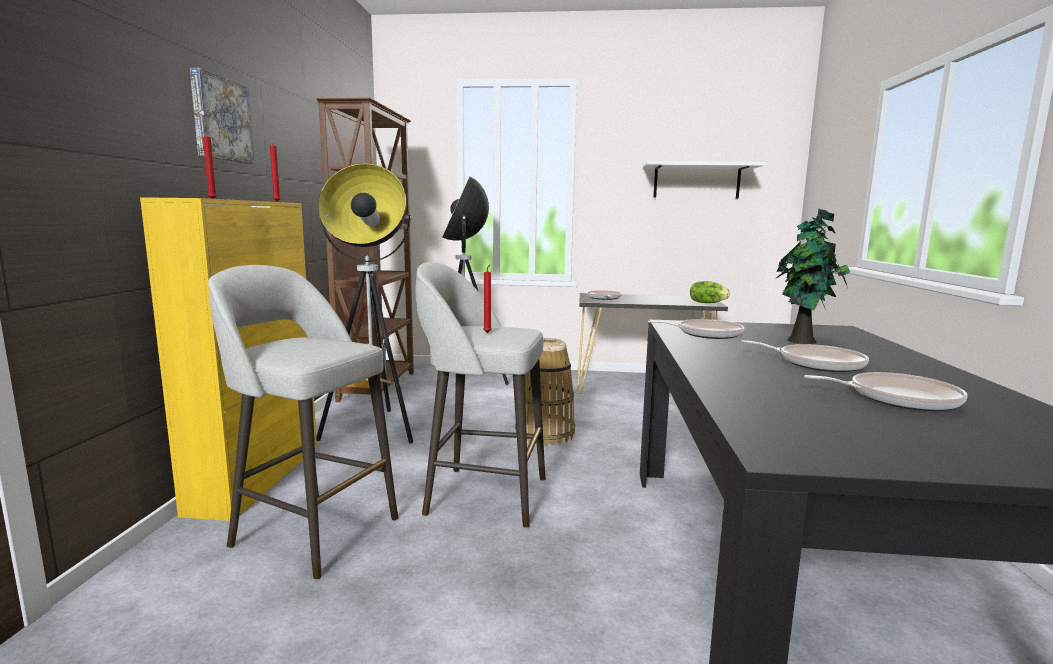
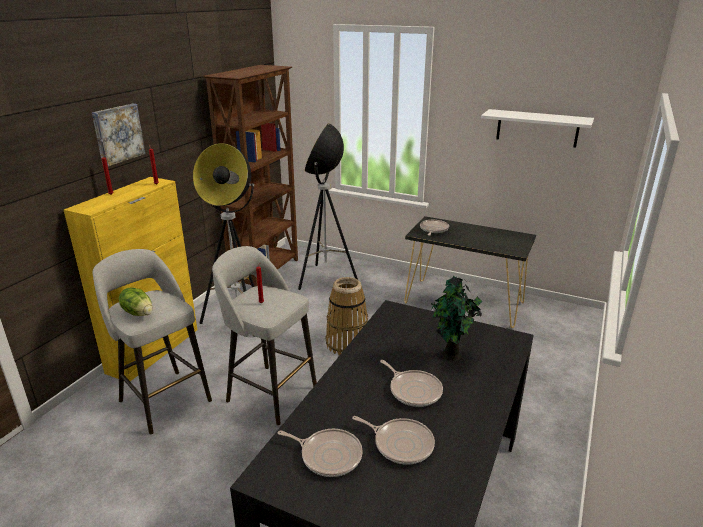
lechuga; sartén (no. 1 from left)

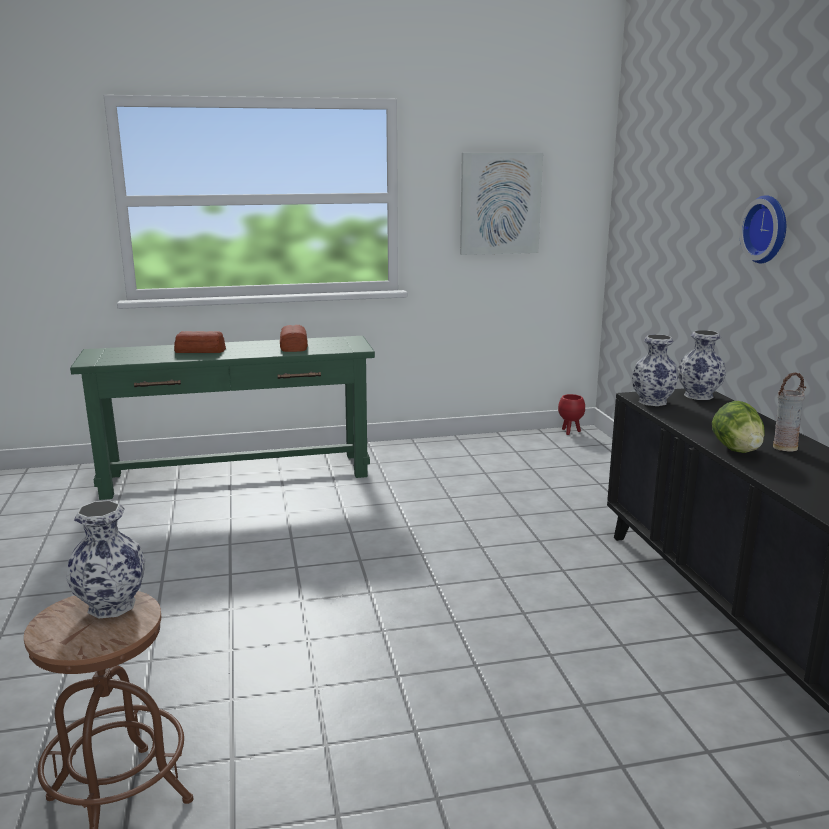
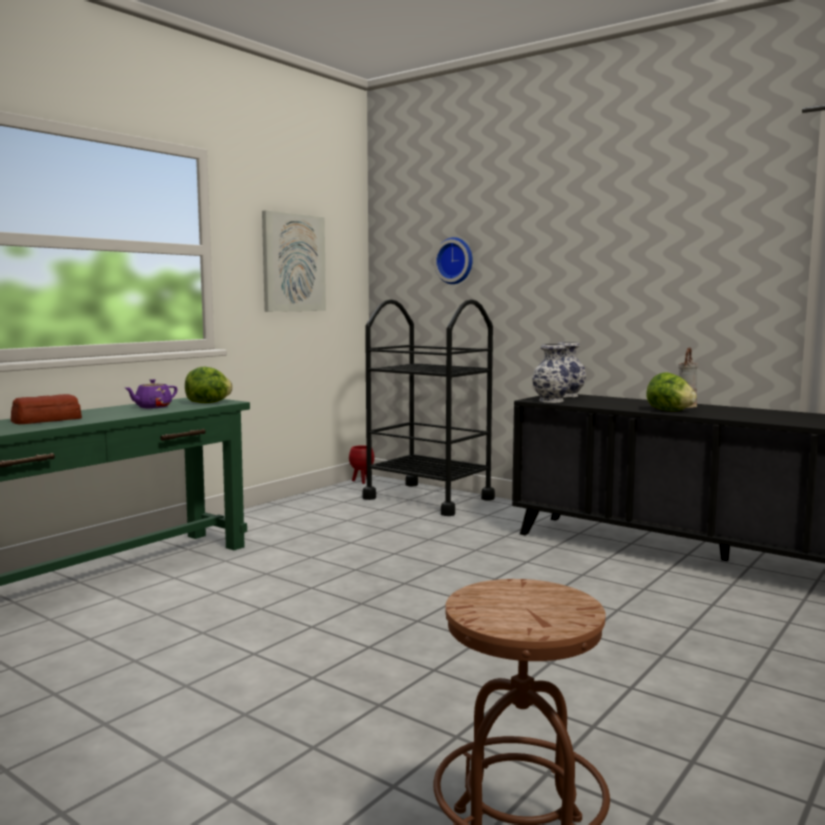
reloj de pared; tetera (morado); florero (no. 1 from left in the first image); carrito (negro); lechuga (no. 1 from left)

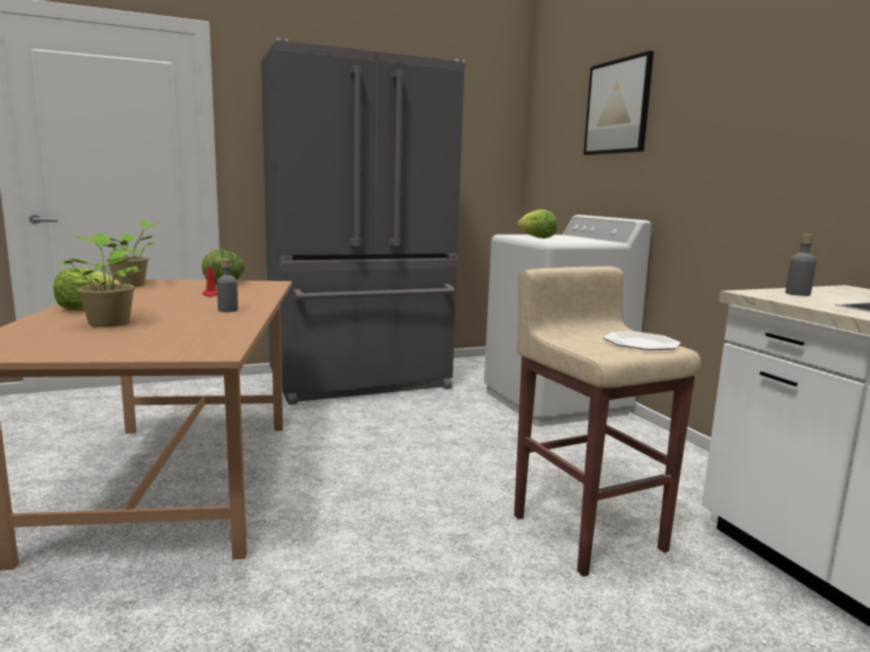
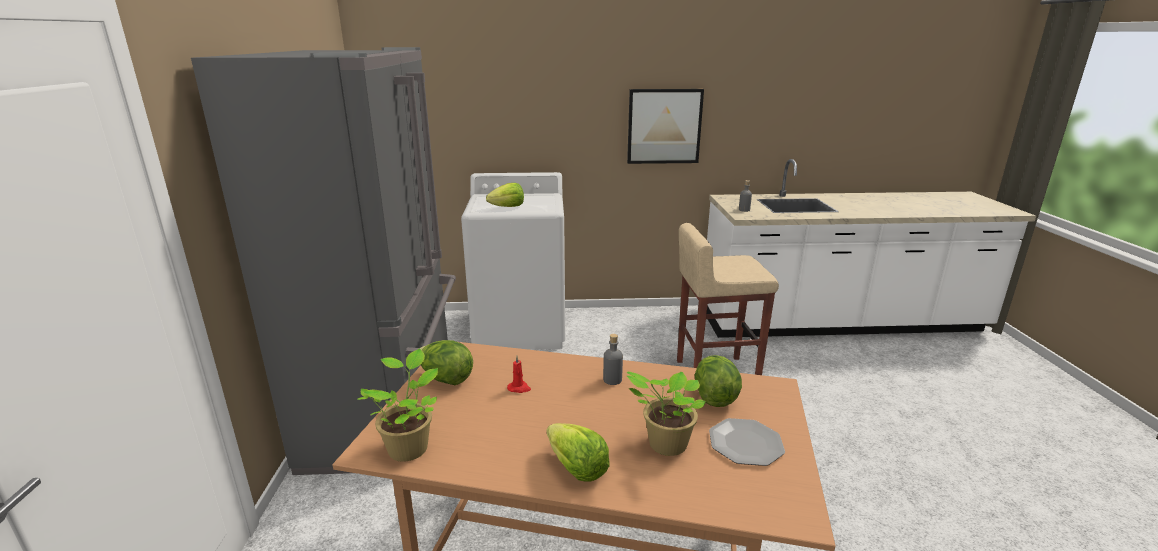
cuadro; plato; lechuga (no. 4 from left)

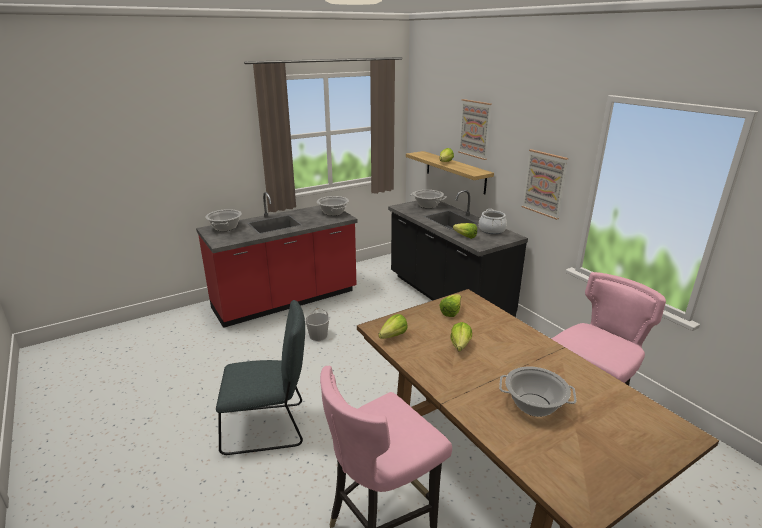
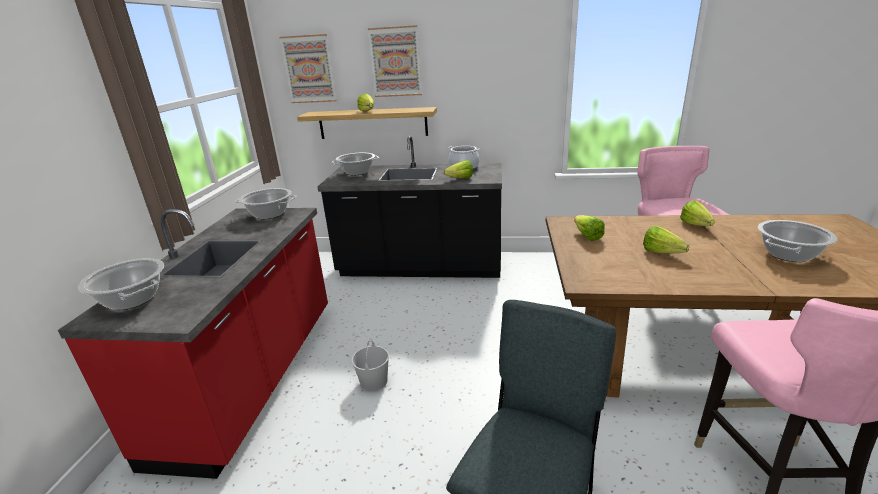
cuadro (no. 1 from left); lechuga (no. 5 from left)

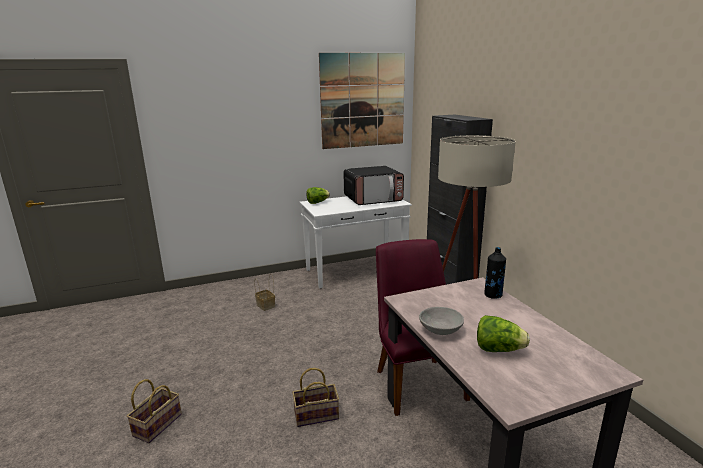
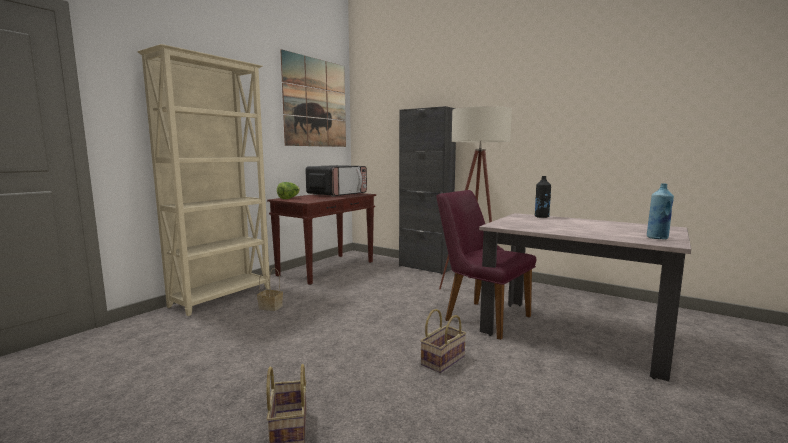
mesa consola (marrón); cuenco (gris); lechuga (no. 2 from left in the first image); estantería (beis); botella (azul)

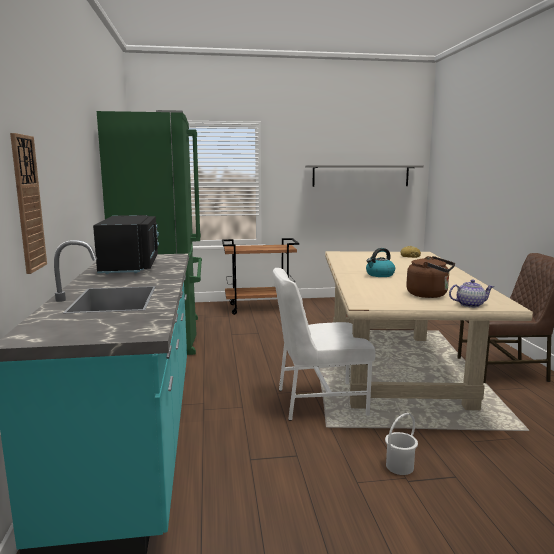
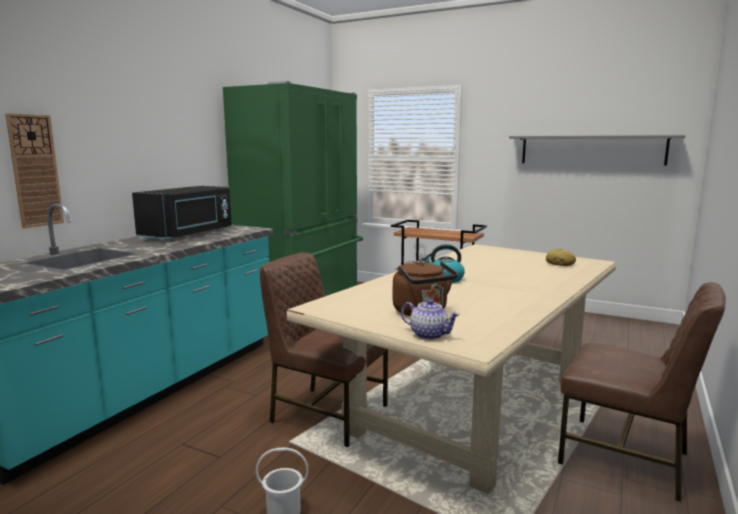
silla (marrón) (no. 1 from left)

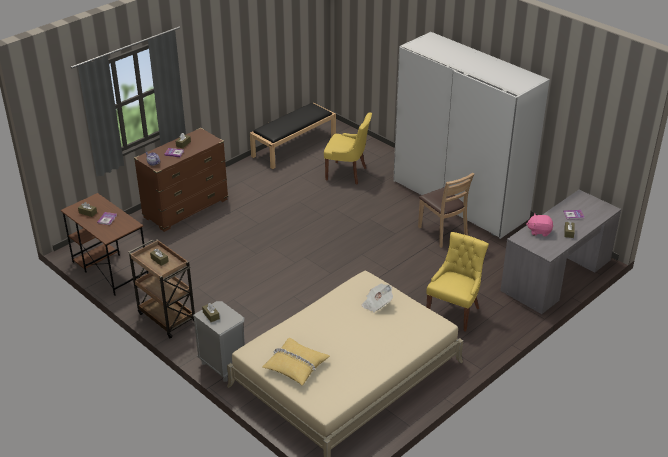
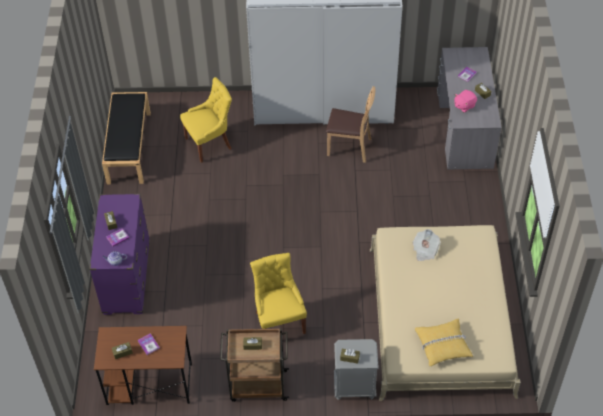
cómoda (morado); silla (amarillo) (no. 2 from left)

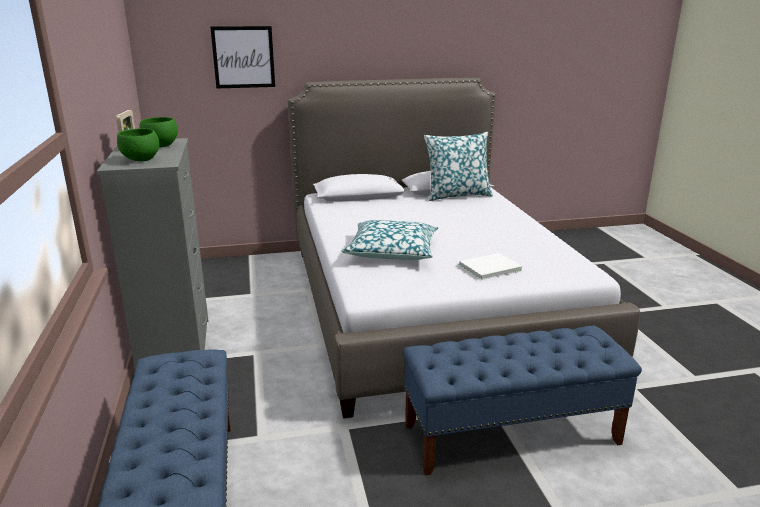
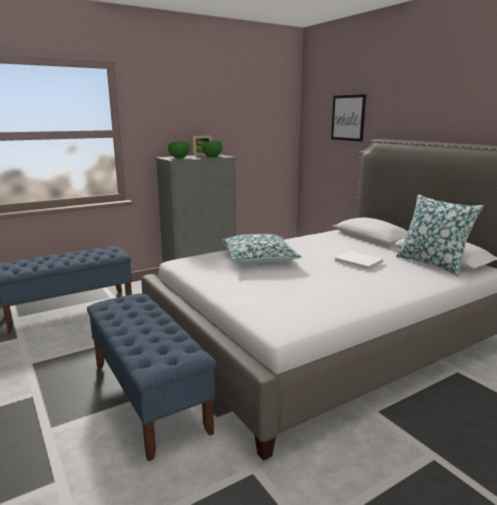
libro (blanco)

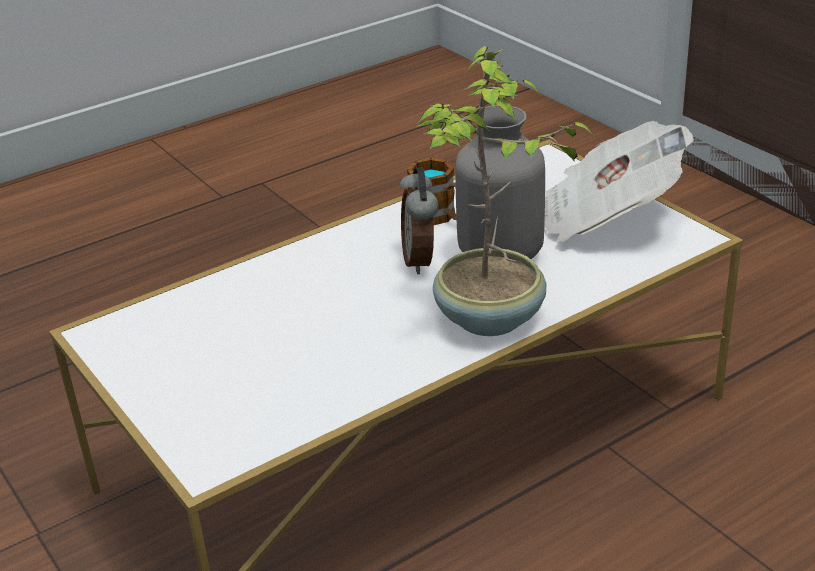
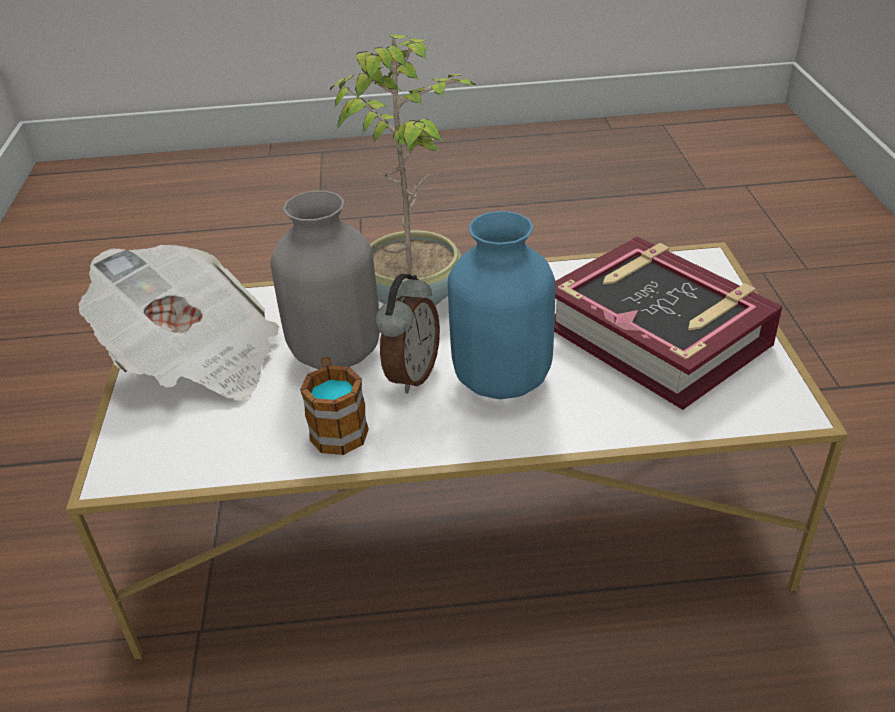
florero (azul); libro

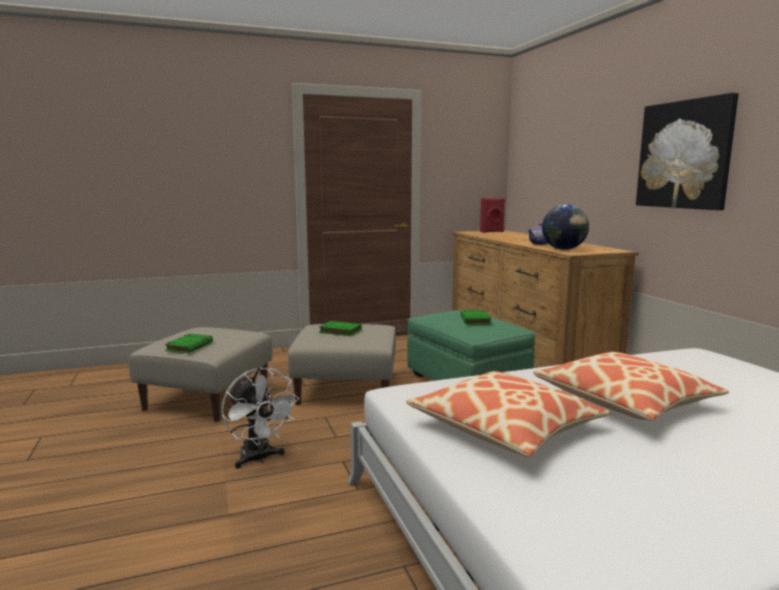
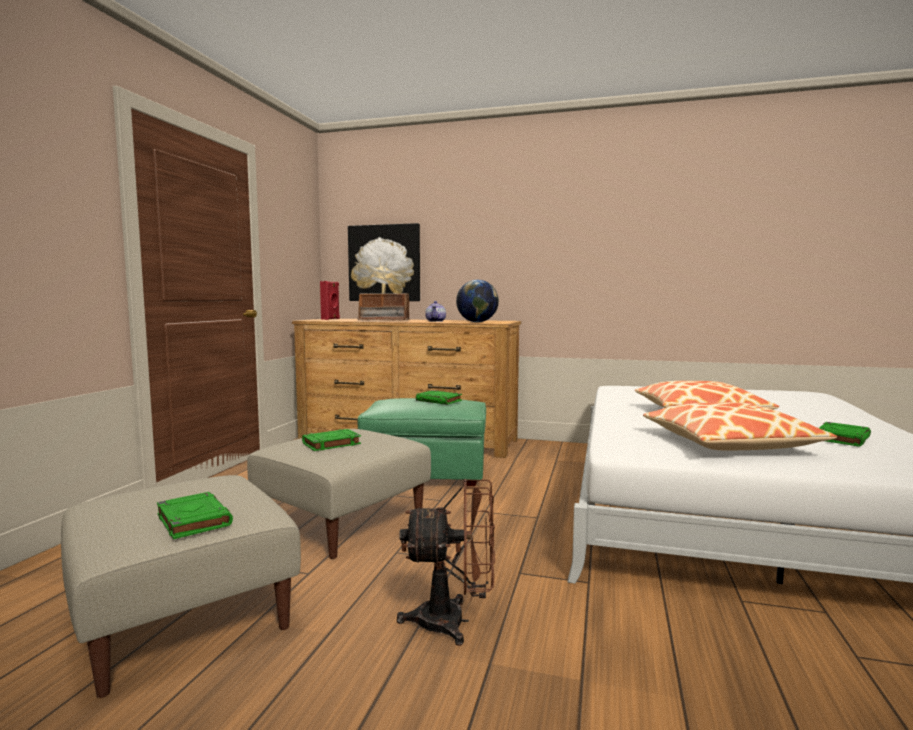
cuadro; ventilador (marrón); radio; libro (verde) (no. 4 from left)

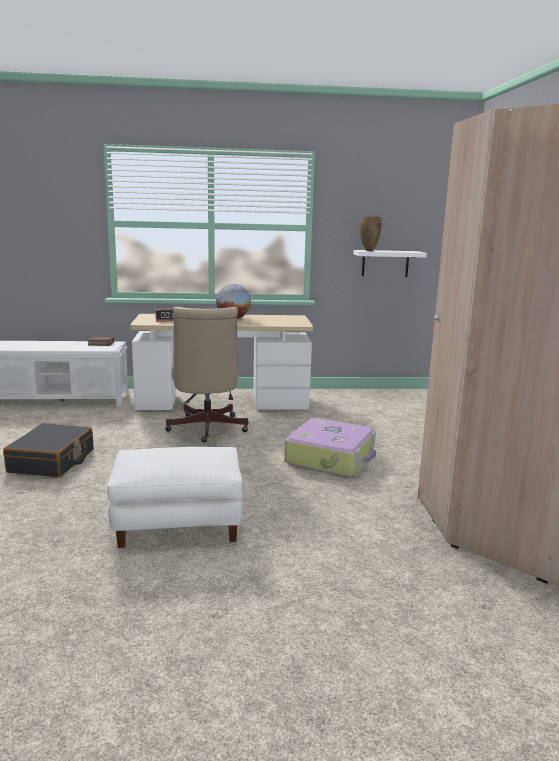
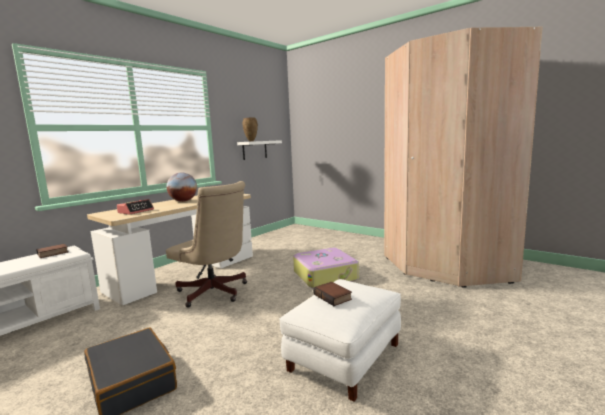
libro (no. 2 from left)

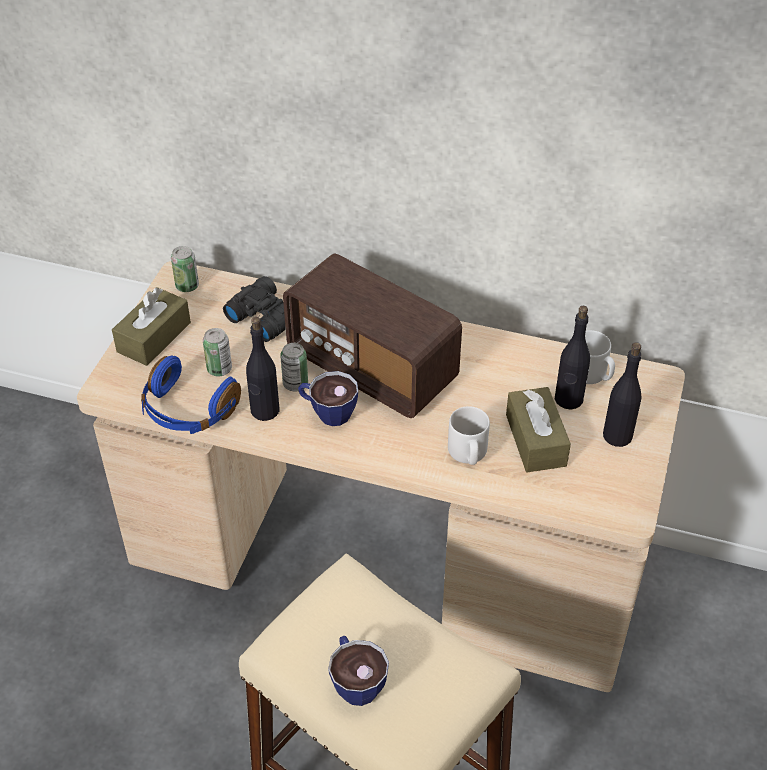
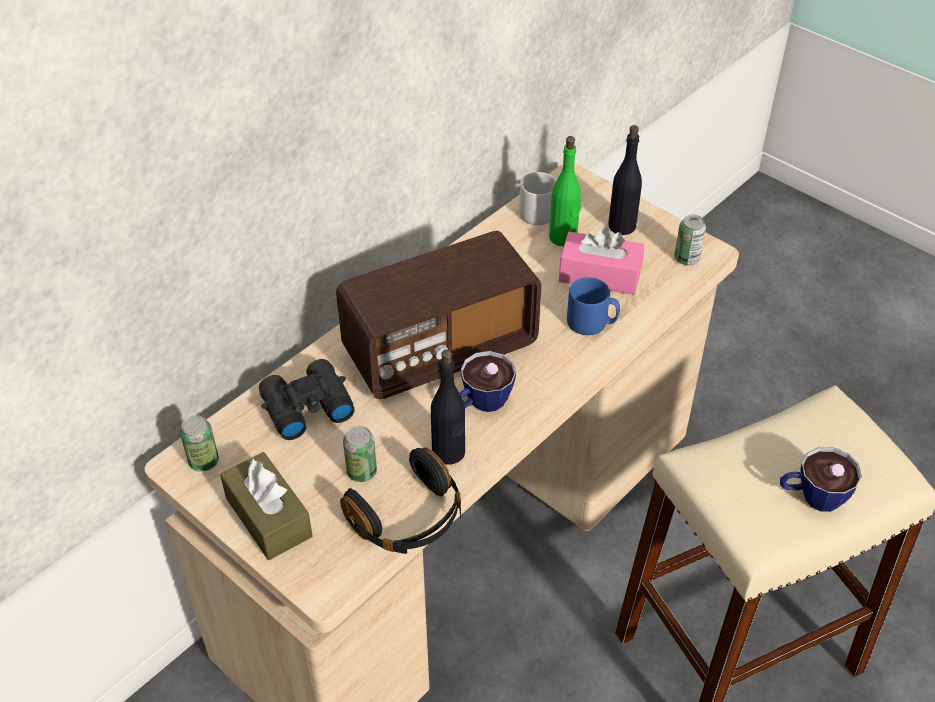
botella (verde); lata (no. 3 from left); auriculares (negro); caja de pañuelos (rosa); taza grande (azul)

